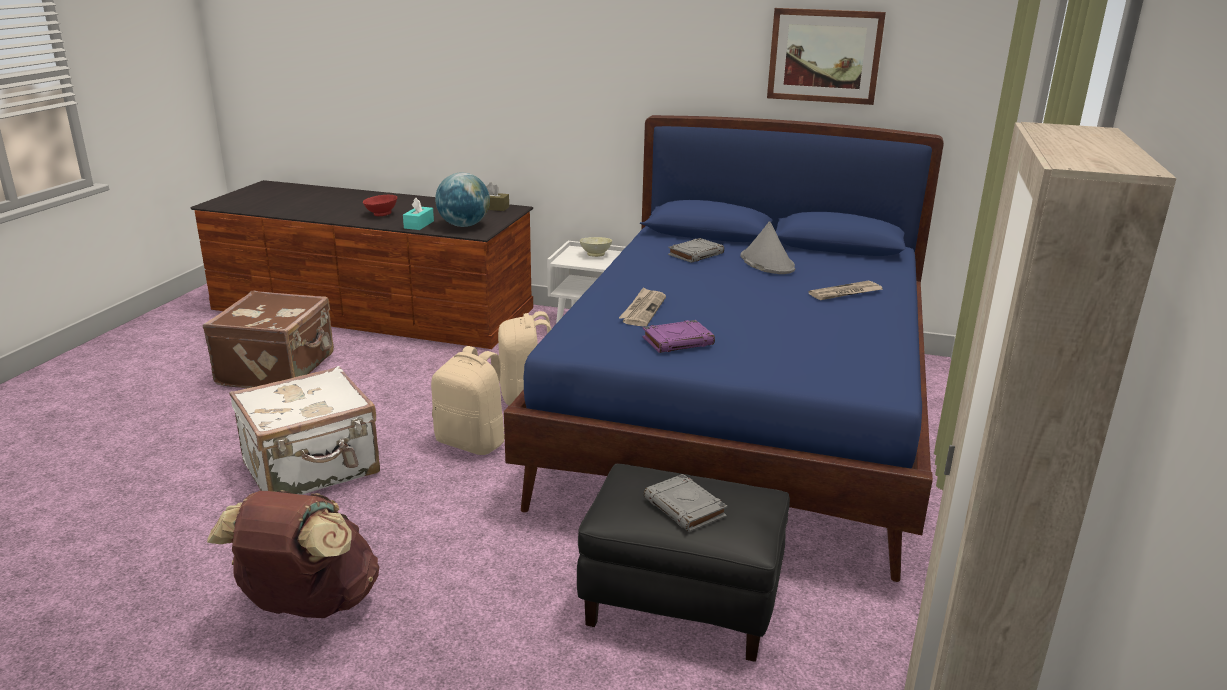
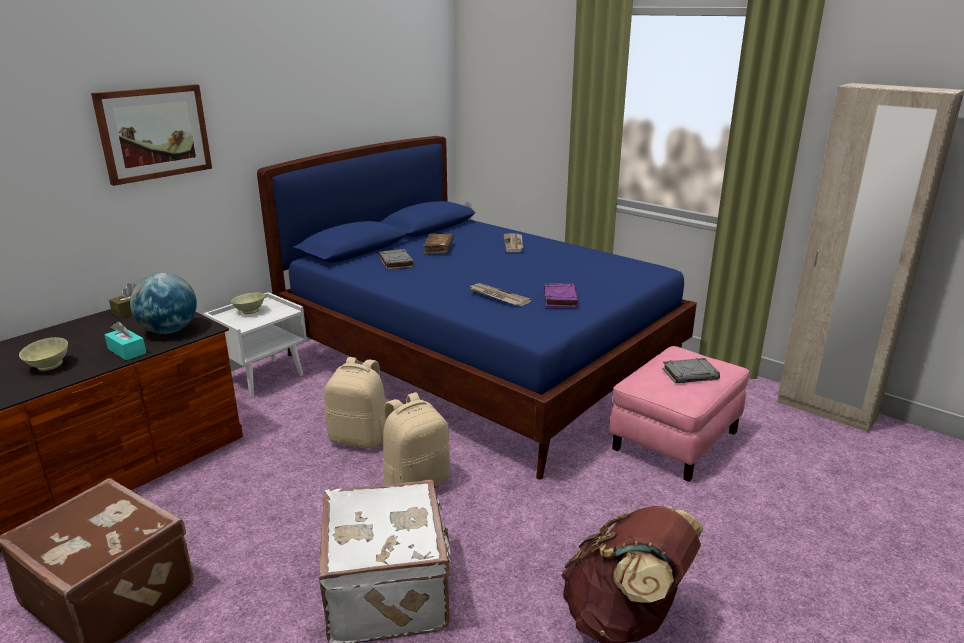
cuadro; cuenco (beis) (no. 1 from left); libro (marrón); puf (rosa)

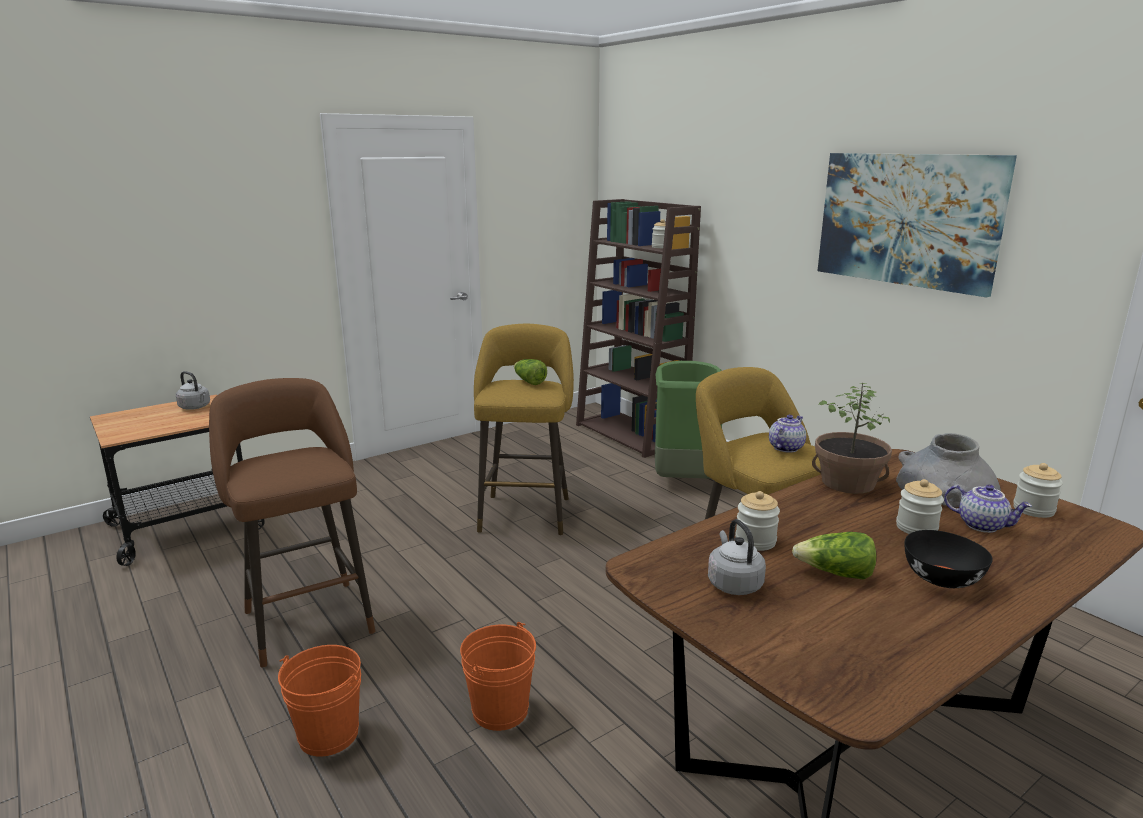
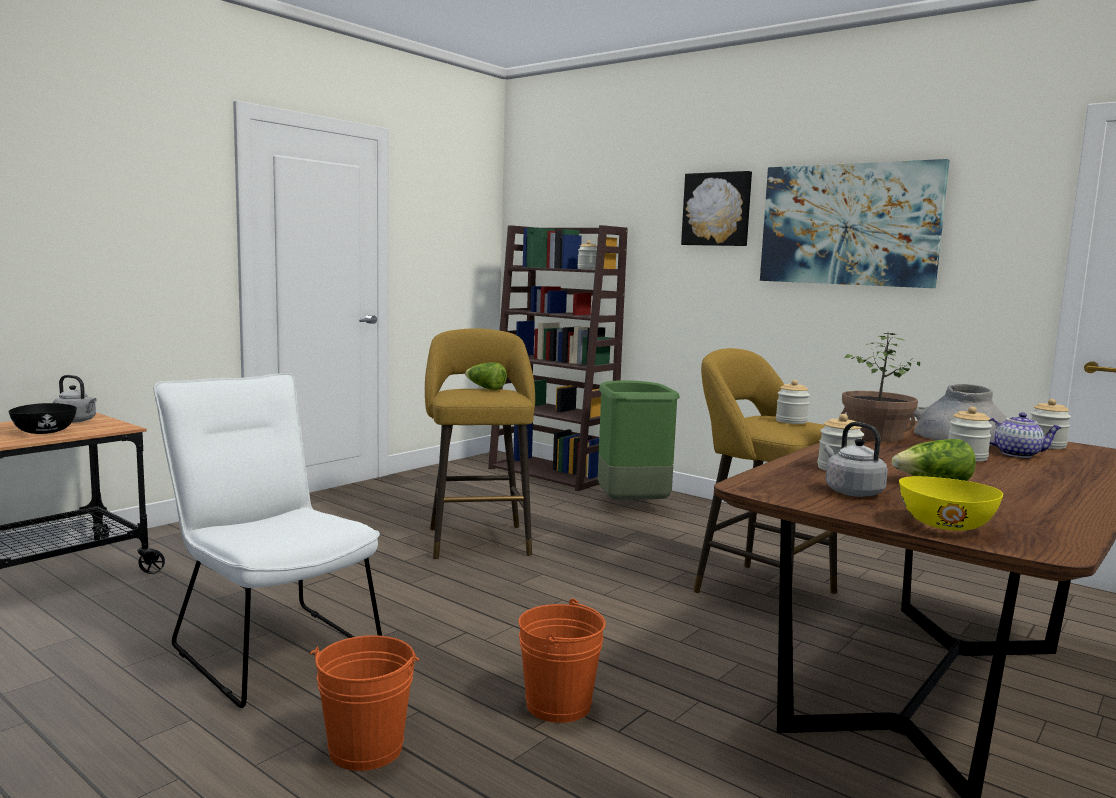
silla (blanco); tarro (no. 2 from left); cuenco (negro); cuadro (no. 1 from left); cuenco (amarillo)

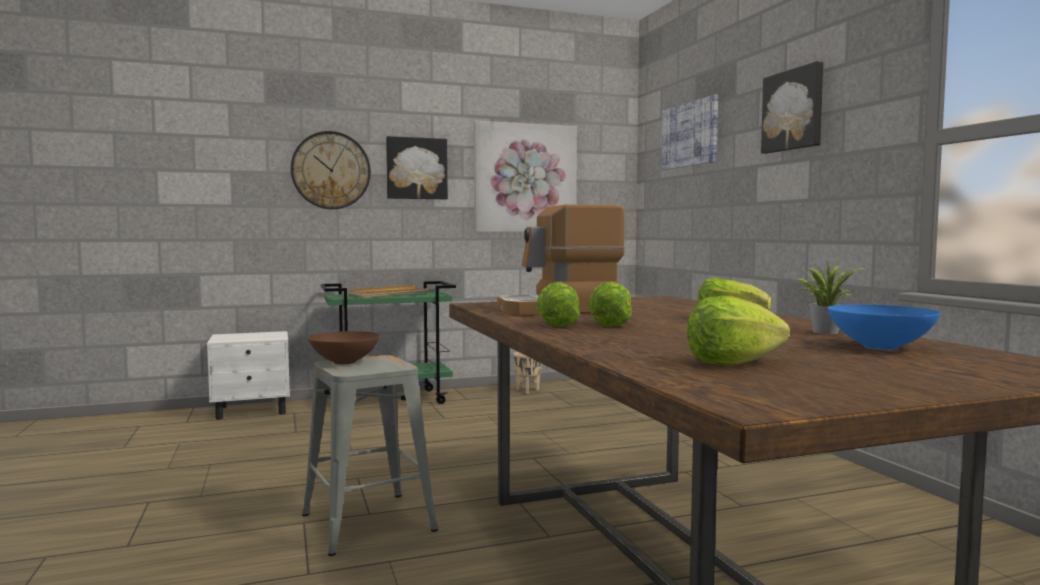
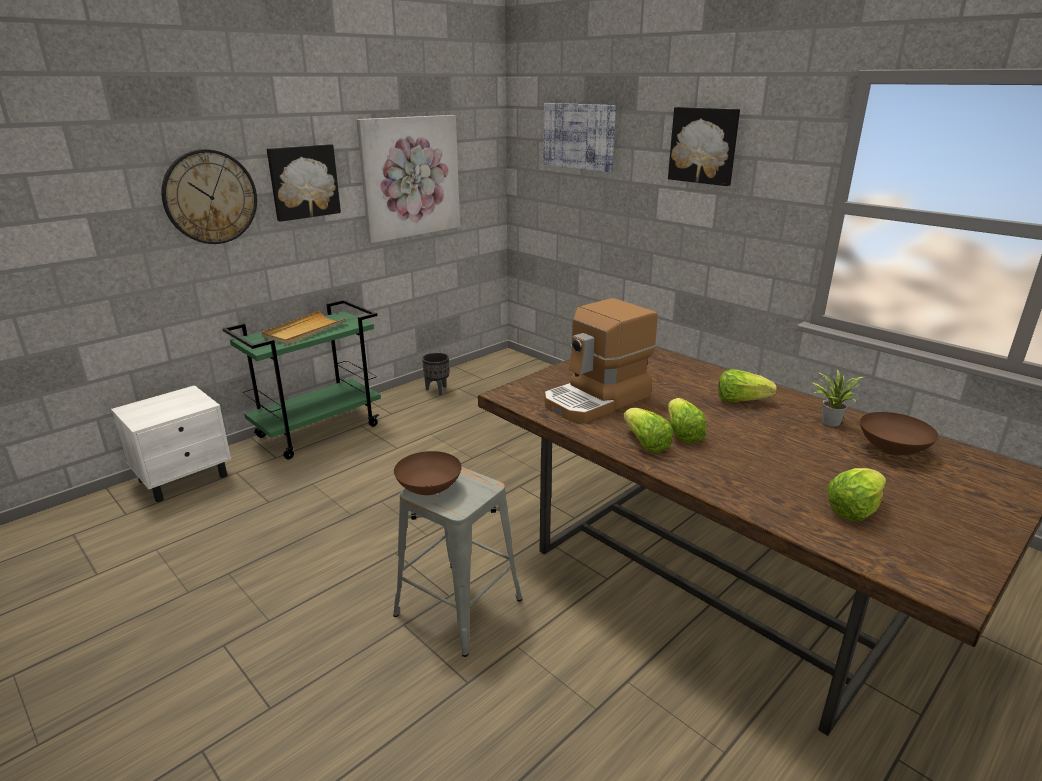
cuenco (marrón) (no. 2 from left); maceta (negro)

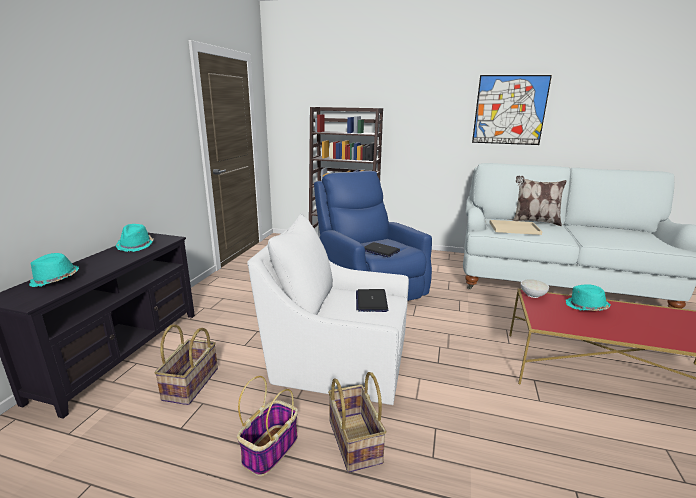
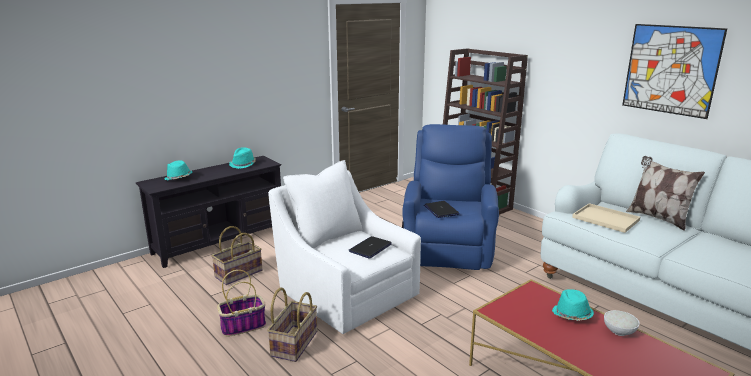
cuenco (blanco)

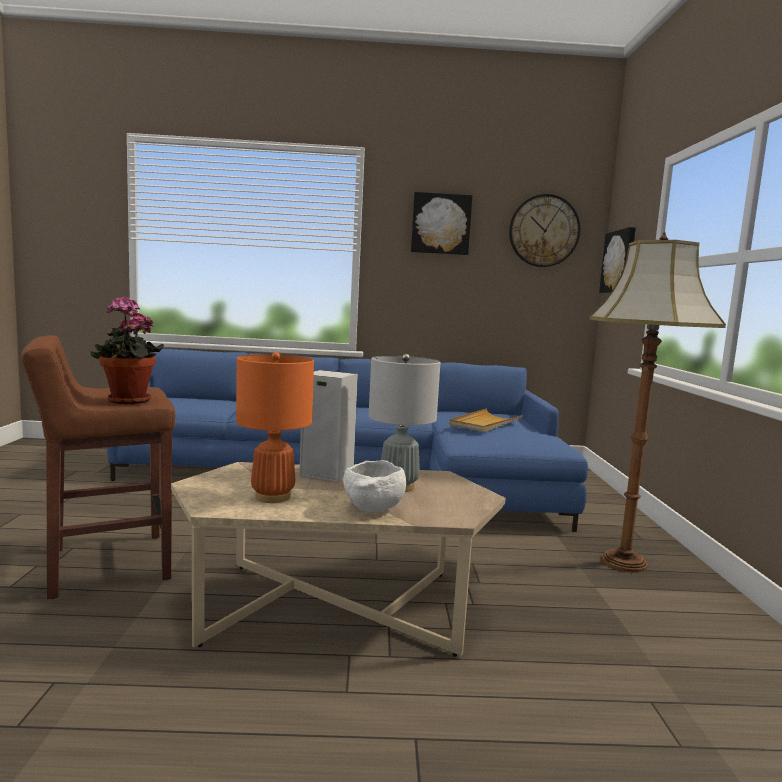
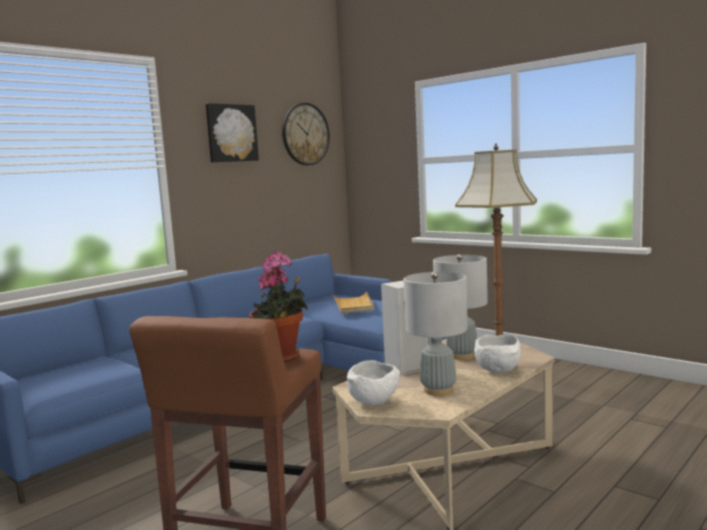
cuadro (no. 2 from left in the first image); lámpara de mesa (gris) (no. 1 from left); cuenco (blanco) (no. 1 from left)

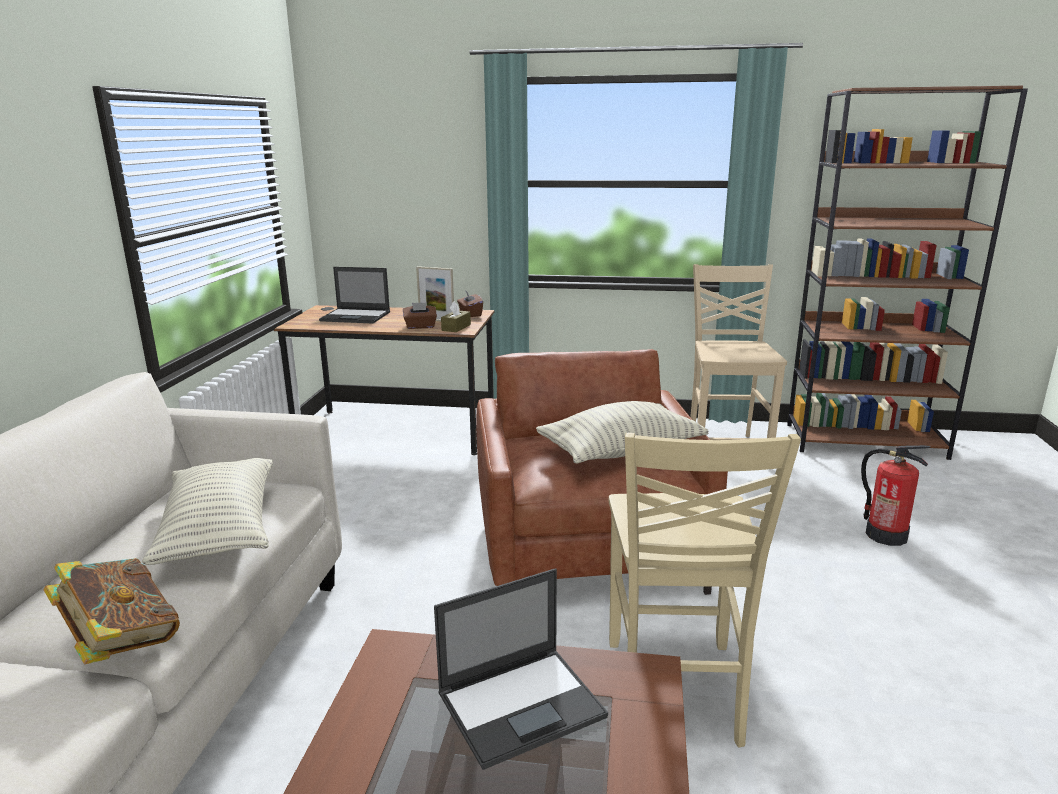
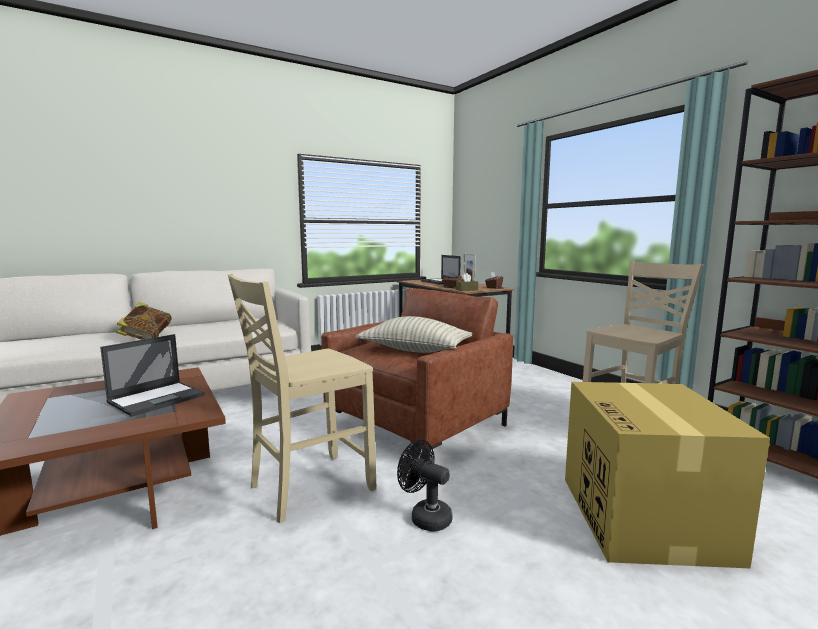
caja de cartón; cojín (no. 1 from left in the first image); portátil (no. 1 from left); ventilador (negro)

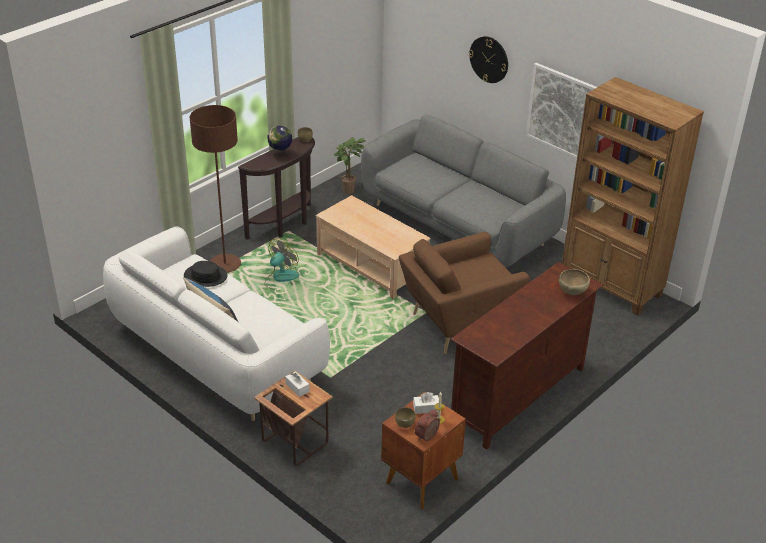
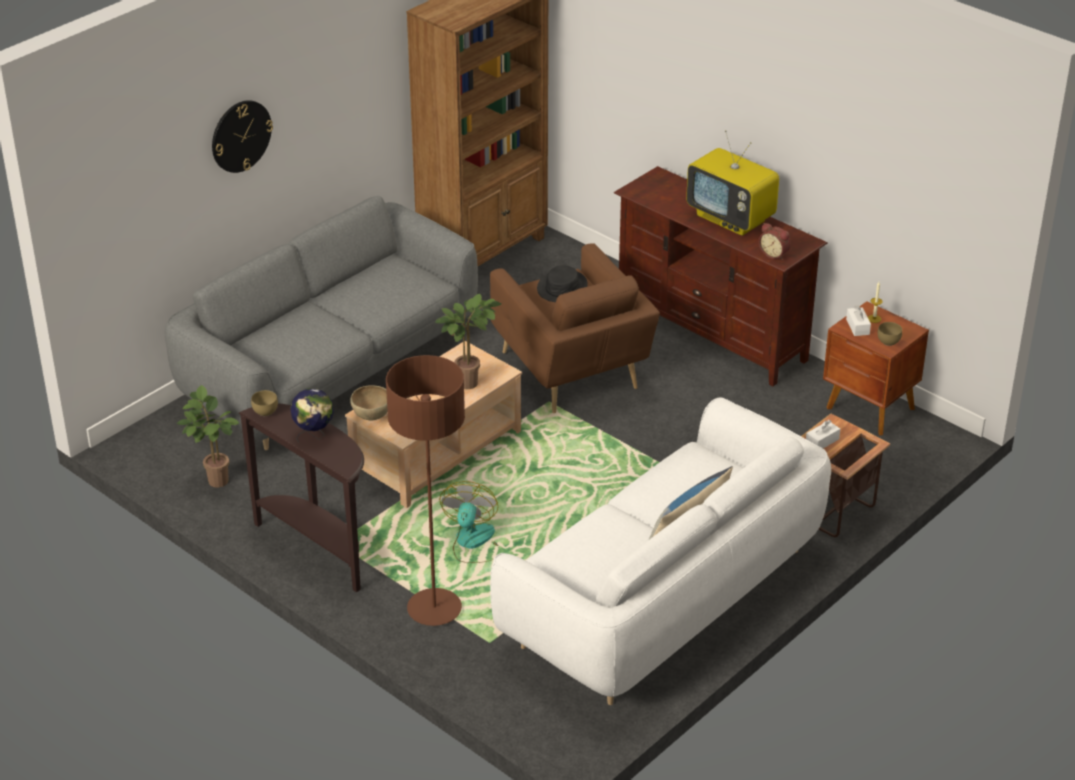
cuadro; ventilador; sombrero (negro); cuenco (marrón) (no. 2 from left); despertador; televisor; planta en maceta (no. 2 from left)

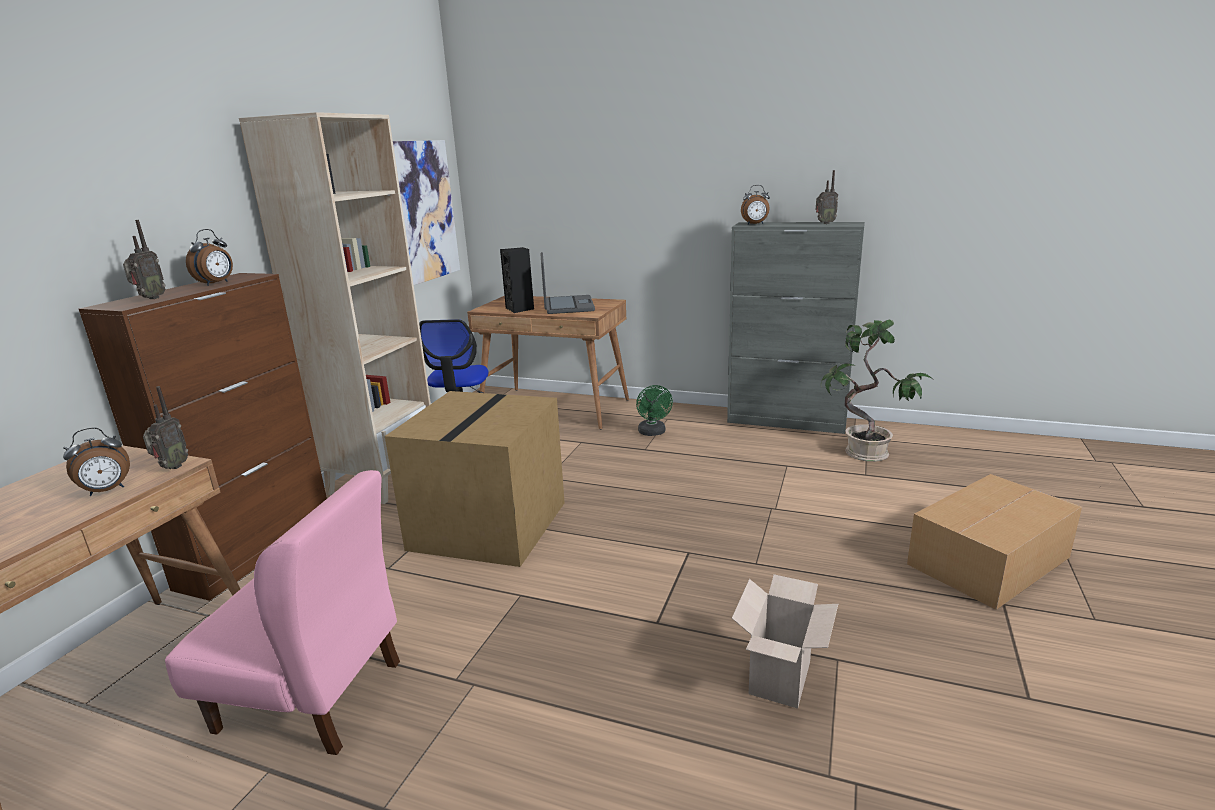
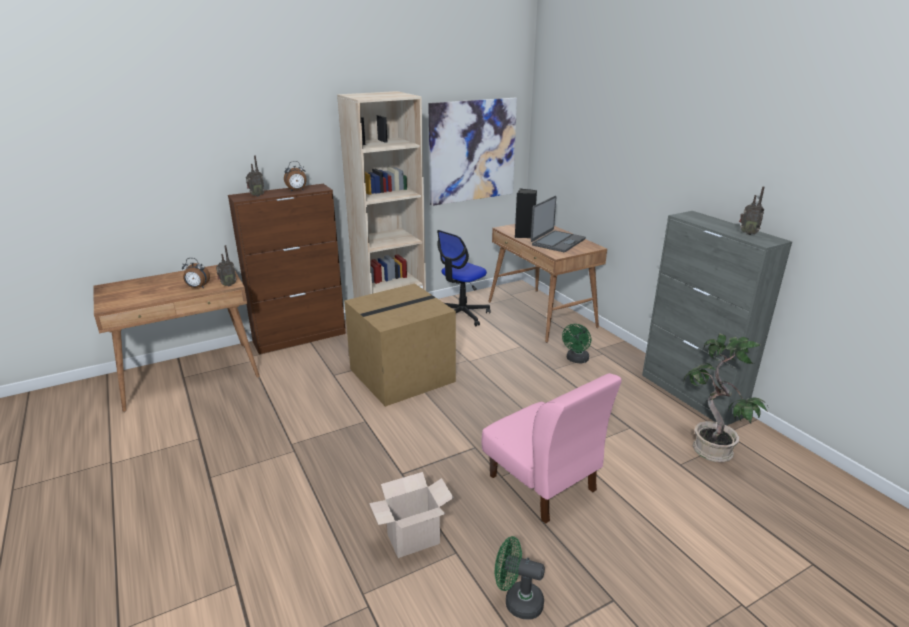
despertador (no. 3 from left in the first image); silla (rosa); caja de cartón (no. 3 from left in the first image); ventilador (verde) (no. 1 from left)

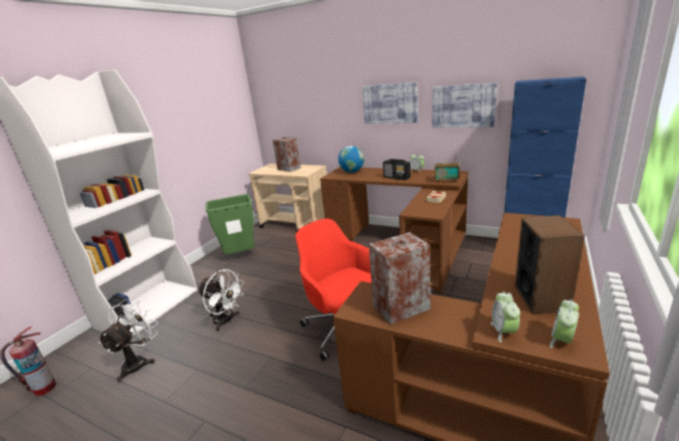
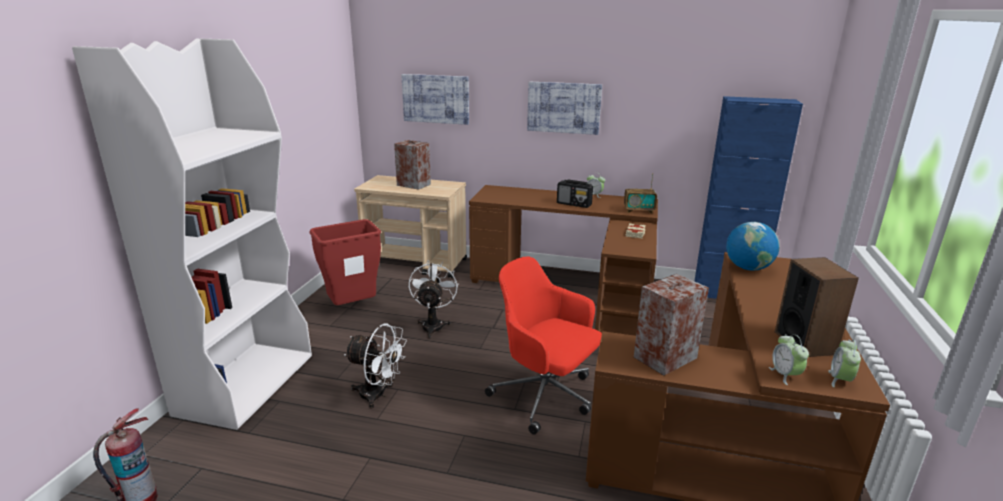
cuadro (no. 1 from left); globo terráqueo; papelera (rojo); ventilador (blanco) (no. 2 from left)

